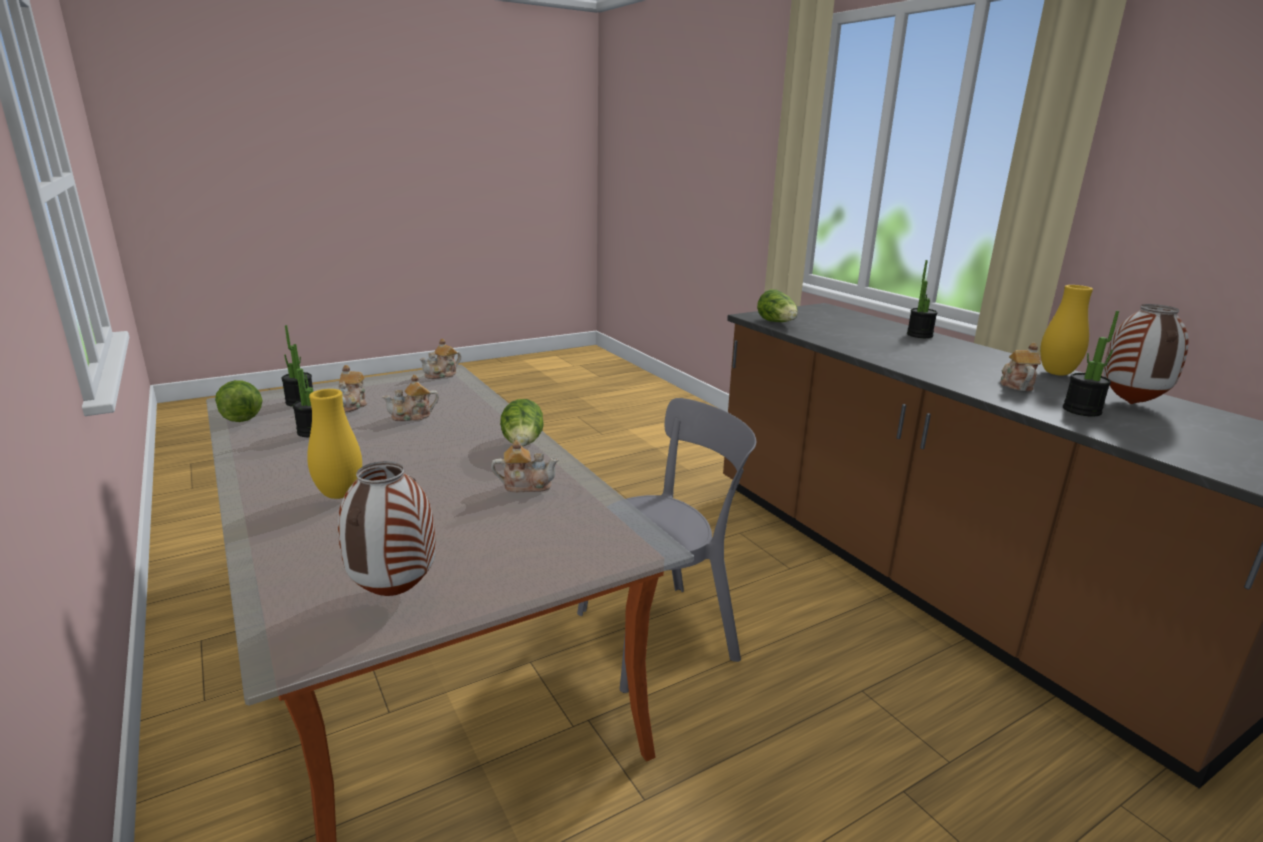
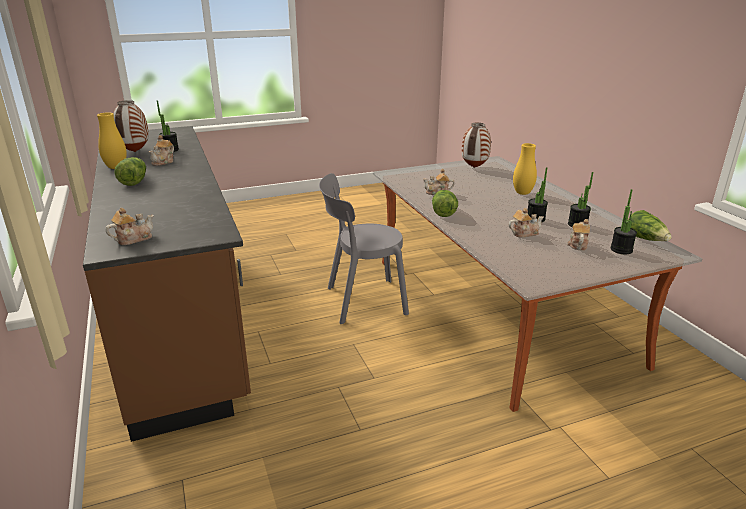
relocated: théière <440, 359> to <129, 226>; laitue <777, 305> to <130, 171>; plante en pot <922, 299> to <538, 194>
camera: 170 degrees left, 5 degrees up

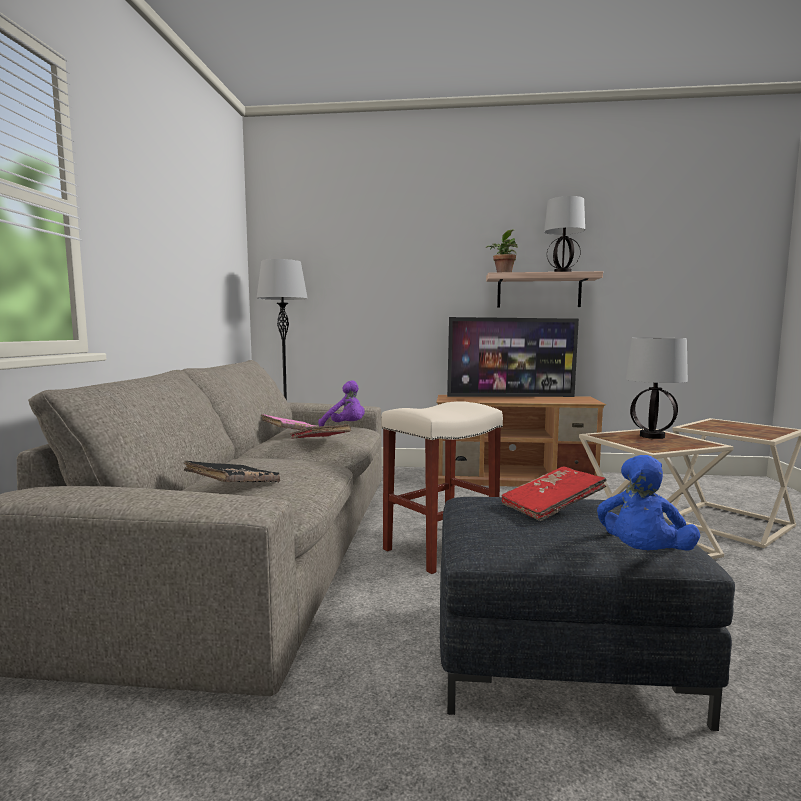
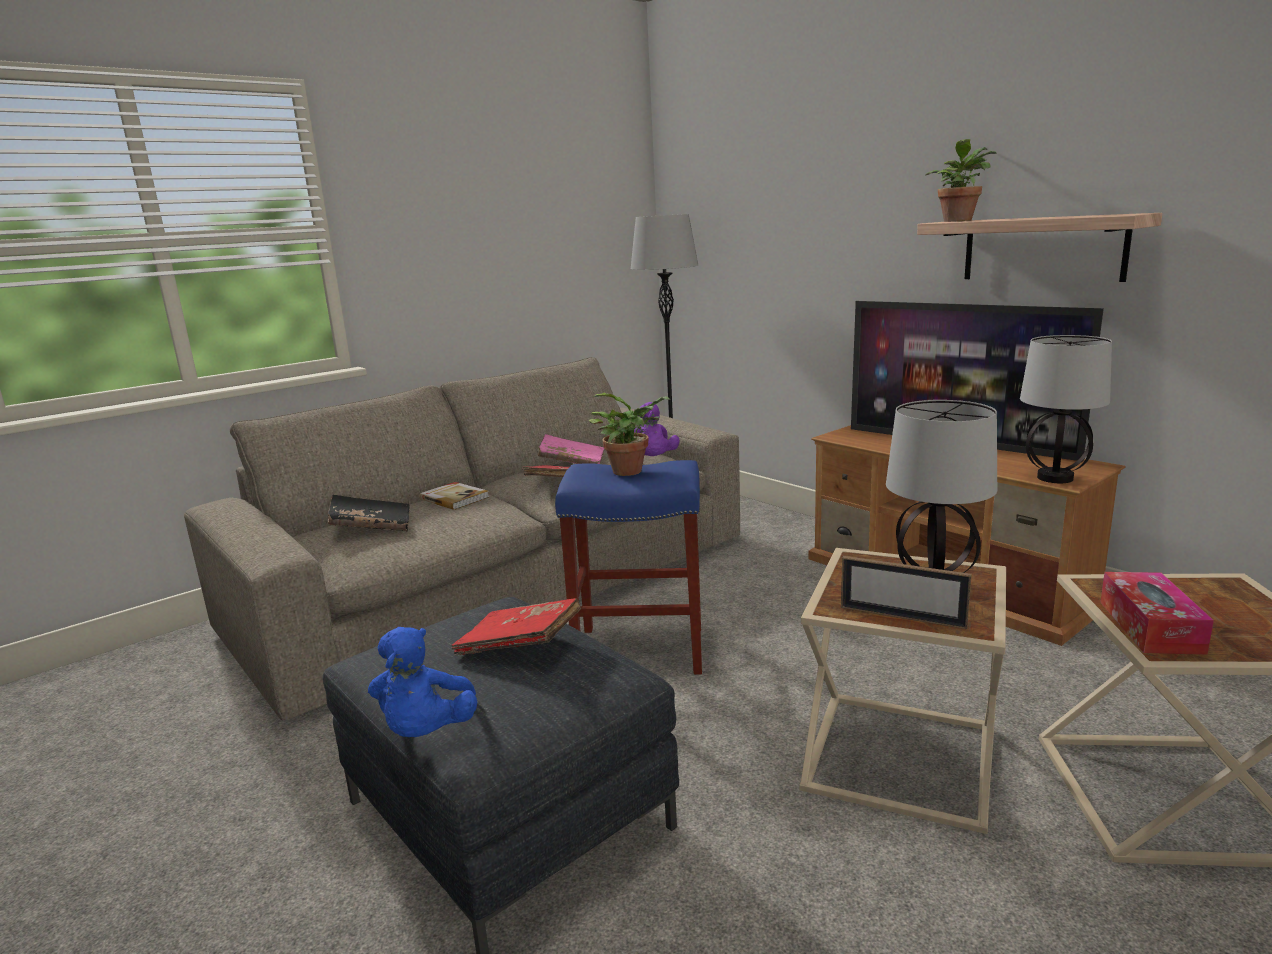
appeared: livre <454, 496>; plante en pot <629, 434>; cadre photo <906, 592>; boîte à mouchoirs <1157, 613>
relocated: lampe de table <564, 234> to <1066, 409>
colour: tabouret/beige <442, 487> to tabouret/bleu <628, 567>
spun: peluche/bleu <648, 502> = <422, 682> 75 degrees counterclockwise
camera: 45 degrees right, 10 degrees up

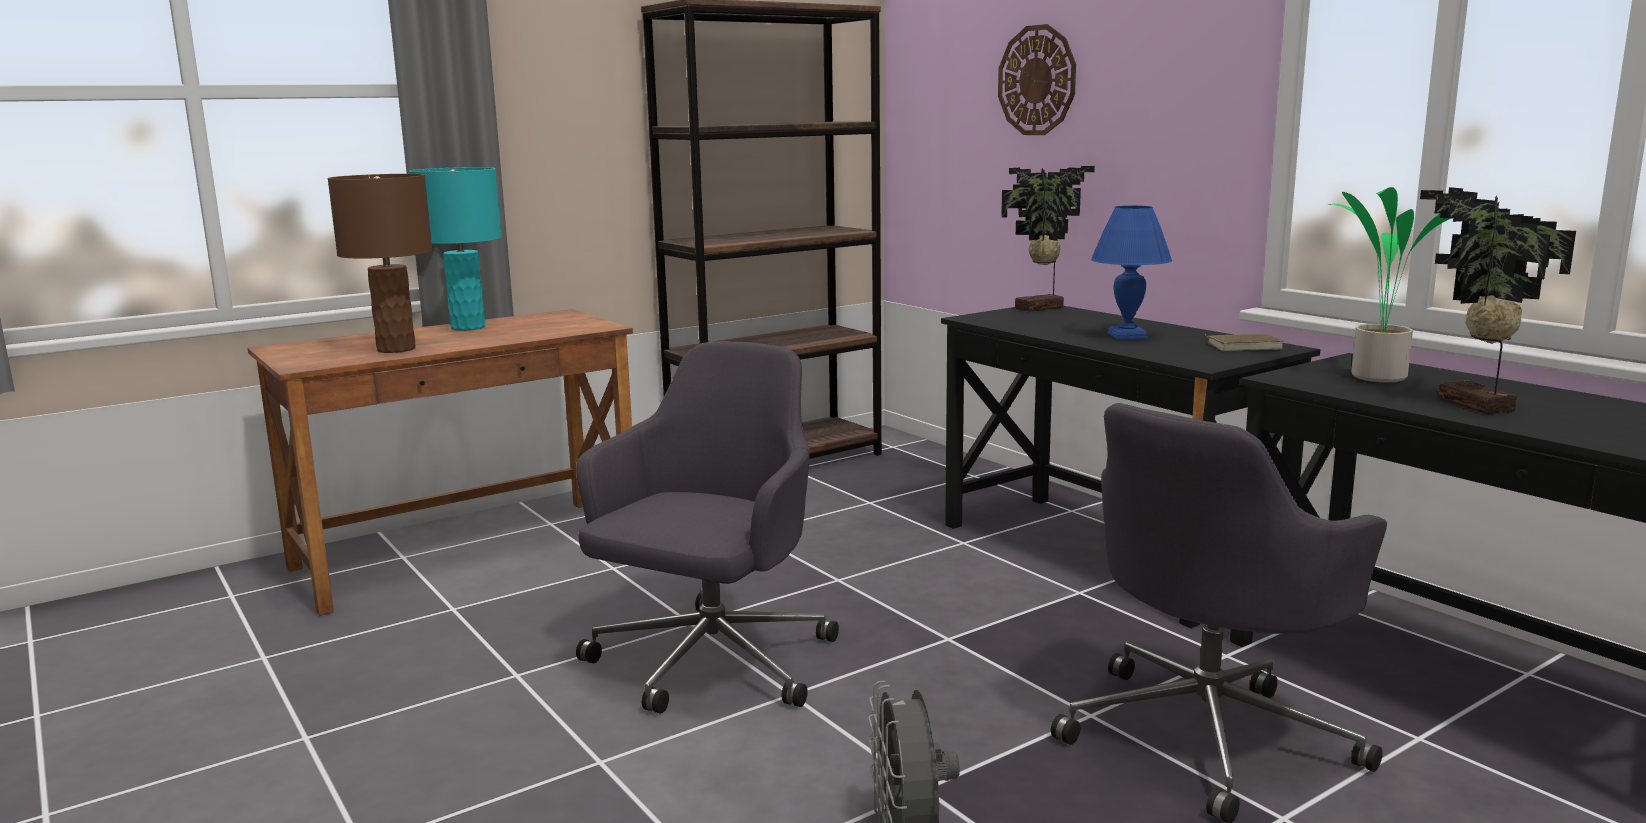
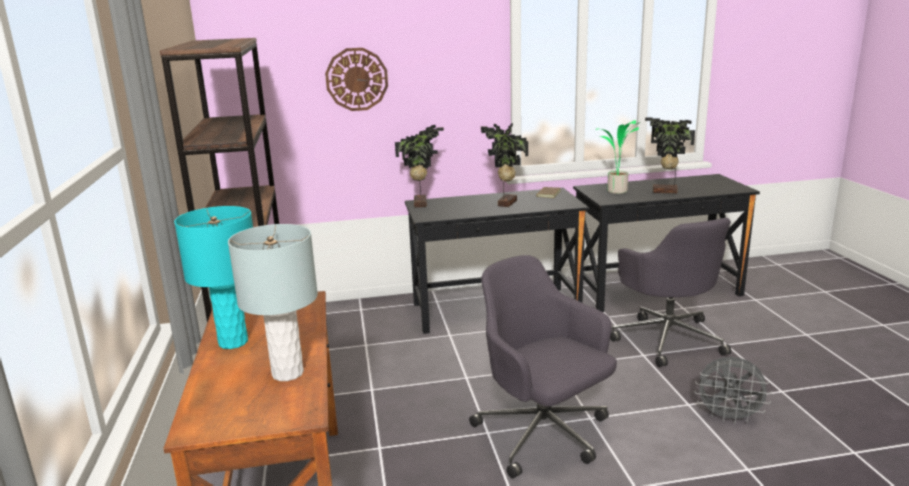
exchanged: lampe de table/bleu <1131, 272> to plante en pot <504, 165>
colour: lampe de table/marron <380, 263> to lampe de table/gris <273, 302>
camera: 65 degrees left, 5 degrees up

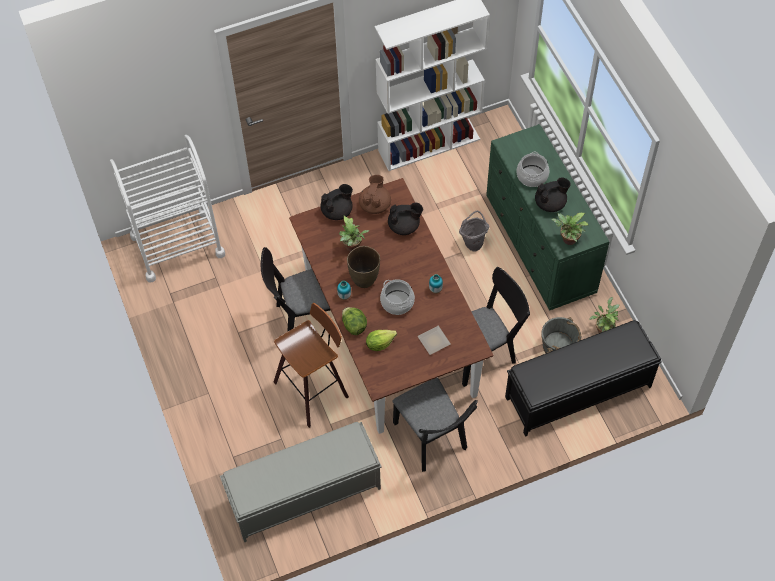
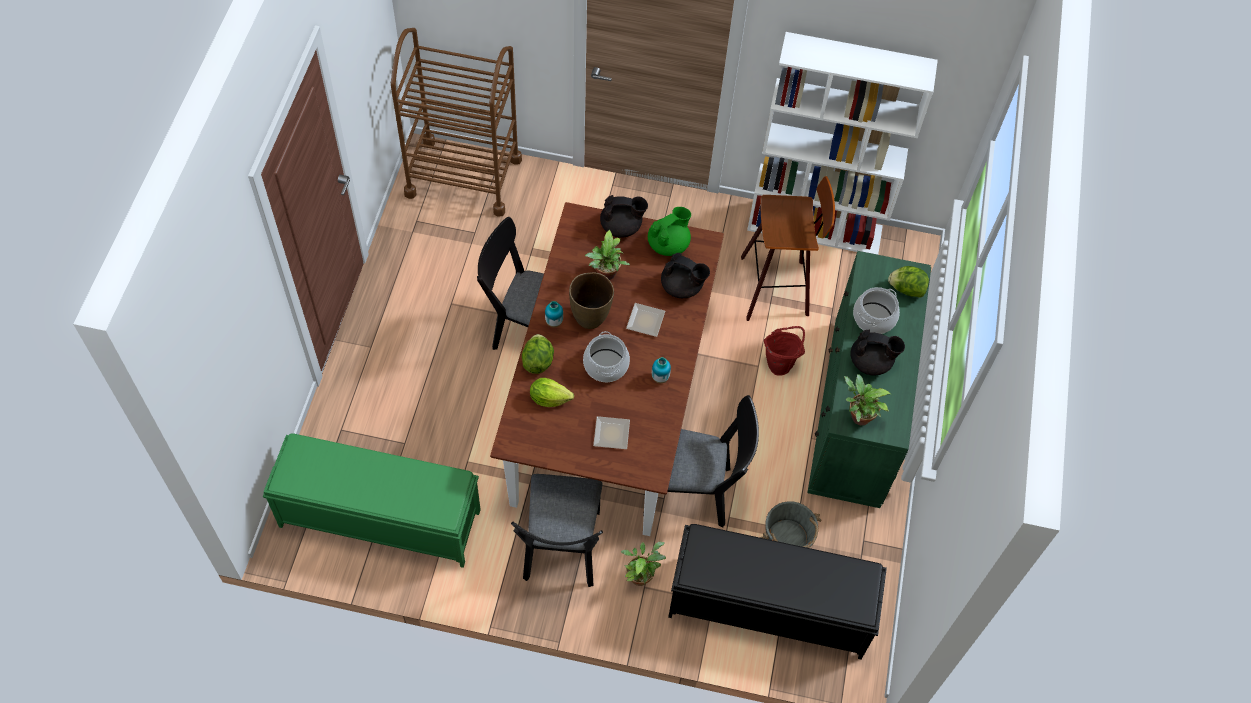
appeared: assiette <645, 320>; laitue <908, 282>
relocated: plante en pot <604, 315> to <643, 564>; tabouret <311, 365> to <788, 248>
colour: banc/gris <301, 482> to banc/vert <372, 501>; chariot/blanc <167, 208> to chariot/marron <456, 122>; théière/marron <375, 194> to théière/vert <669, 231>; seau/gris <474, 231> to seau/rouge <784, 351>
camera: 30 degrees right, 0 degrees up

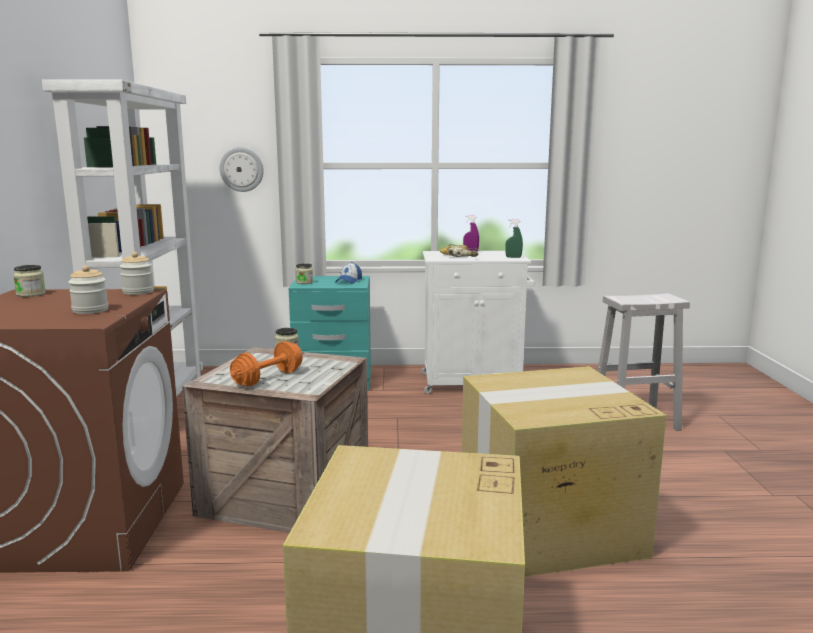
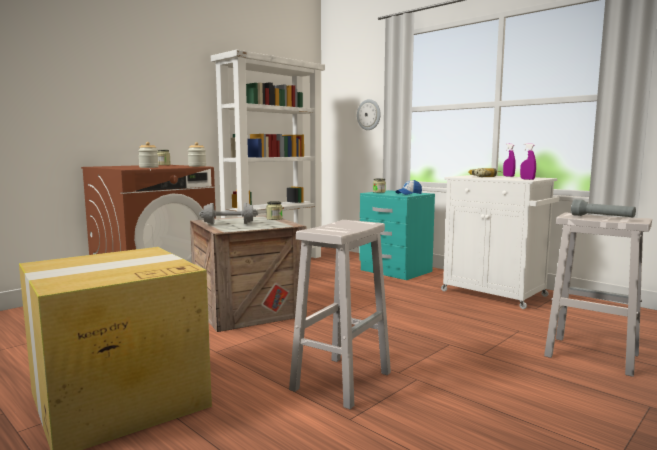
appeared: lampe de poche/gris <603, 208>
exchanged: carton <564, 471> to tabouret/blanc <340, 314>
colour: haltère/orange <266, 364> to haltère/gris <228, 213>; vaporisateur/vert <514, 238> to vaporisateur/violet <528, 161>
camera: 45 degrees right, 5 degrees down

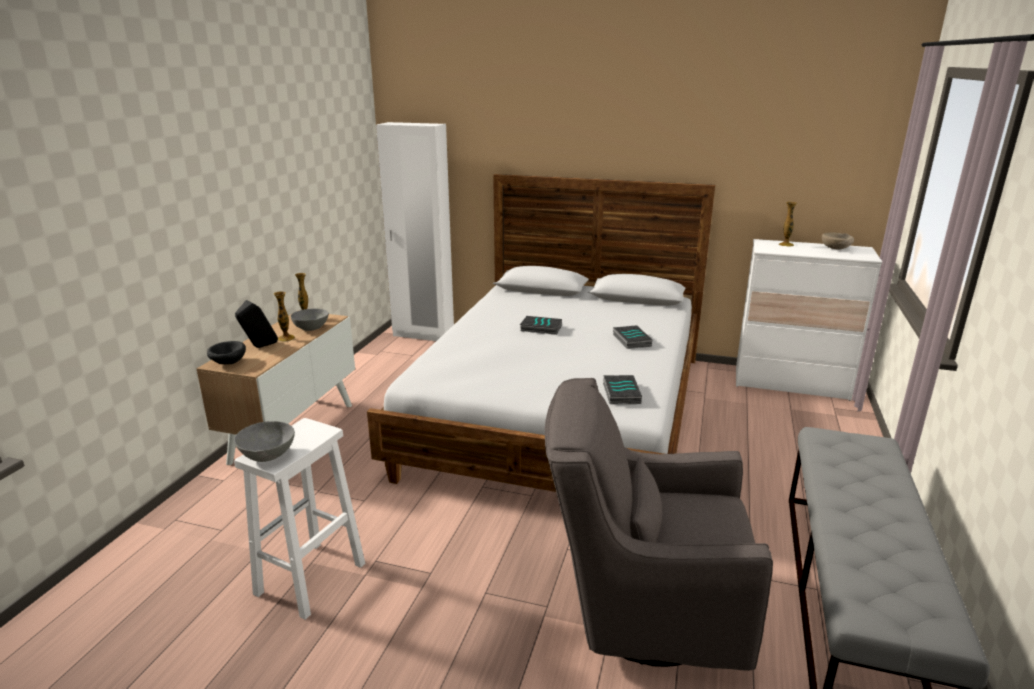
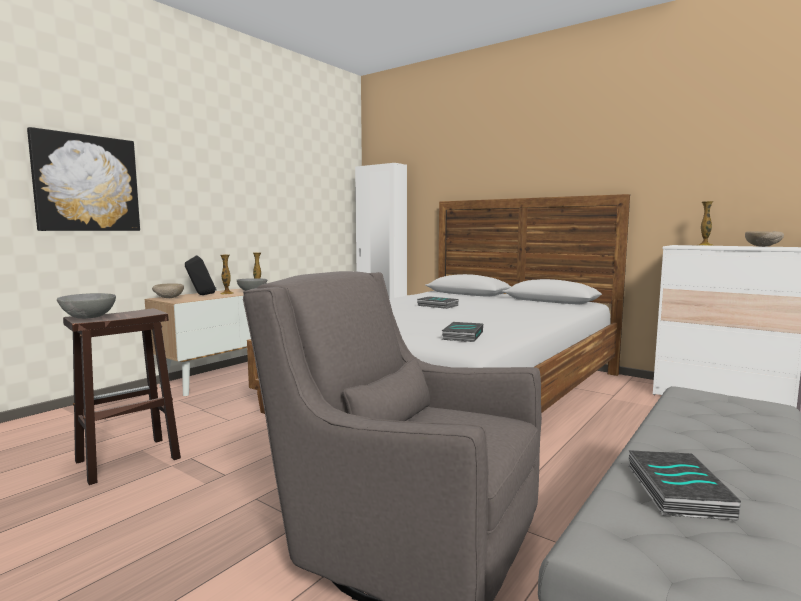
appeared: tableau <83, 179>
relocated: livre <632, 337> to <684, 485>
colour: tabouret/blanc <299, 519> to tabouret/marron <122, 396>; bol/noir <226, 352> to bol/beige <168, 291>
camera: 20 degrees right, 15 degrees down

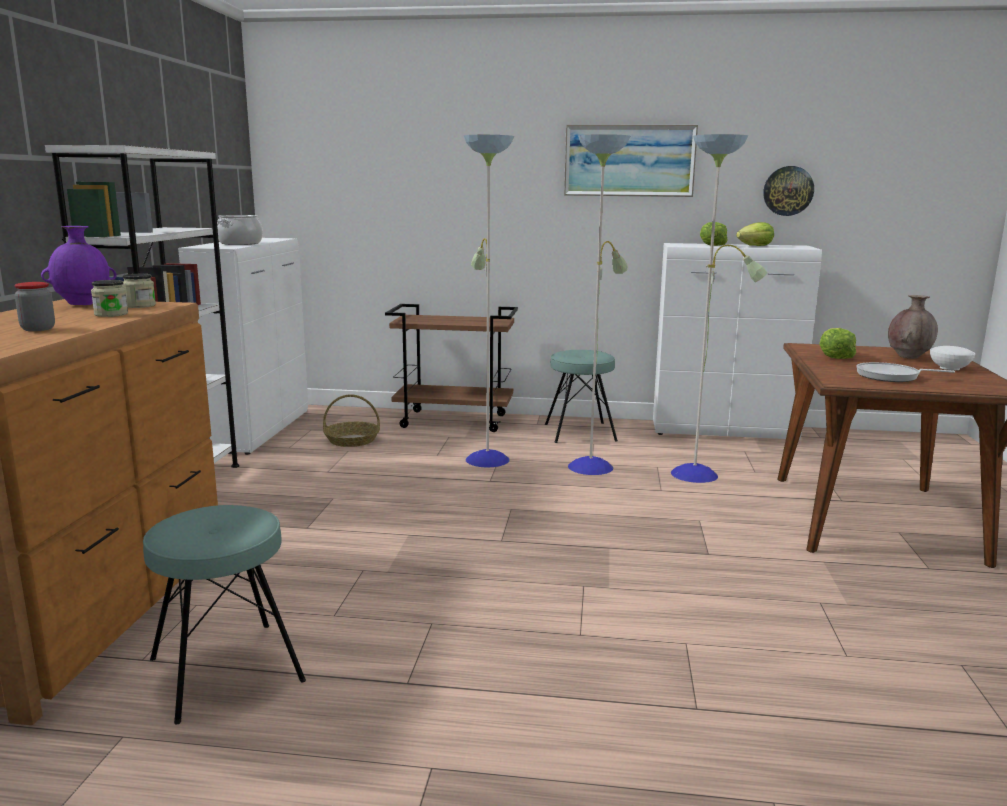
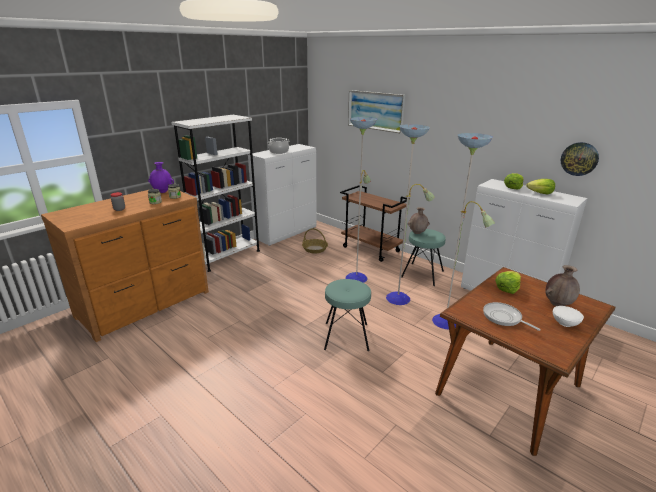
appeared: vase/marron <418, 220>
relocated: tabouret/turquoise <224, 614> to <347, 315>; tableau <631, 161> to <376, 111>
camera: 35 degrees right, 10 degrees up

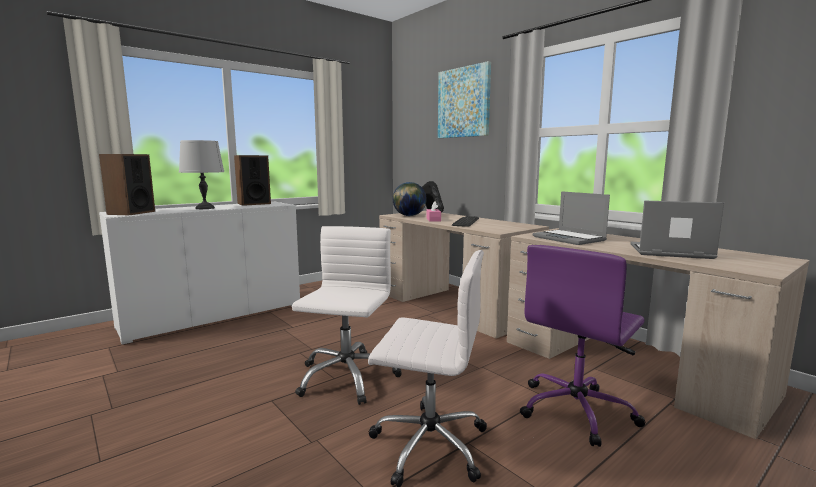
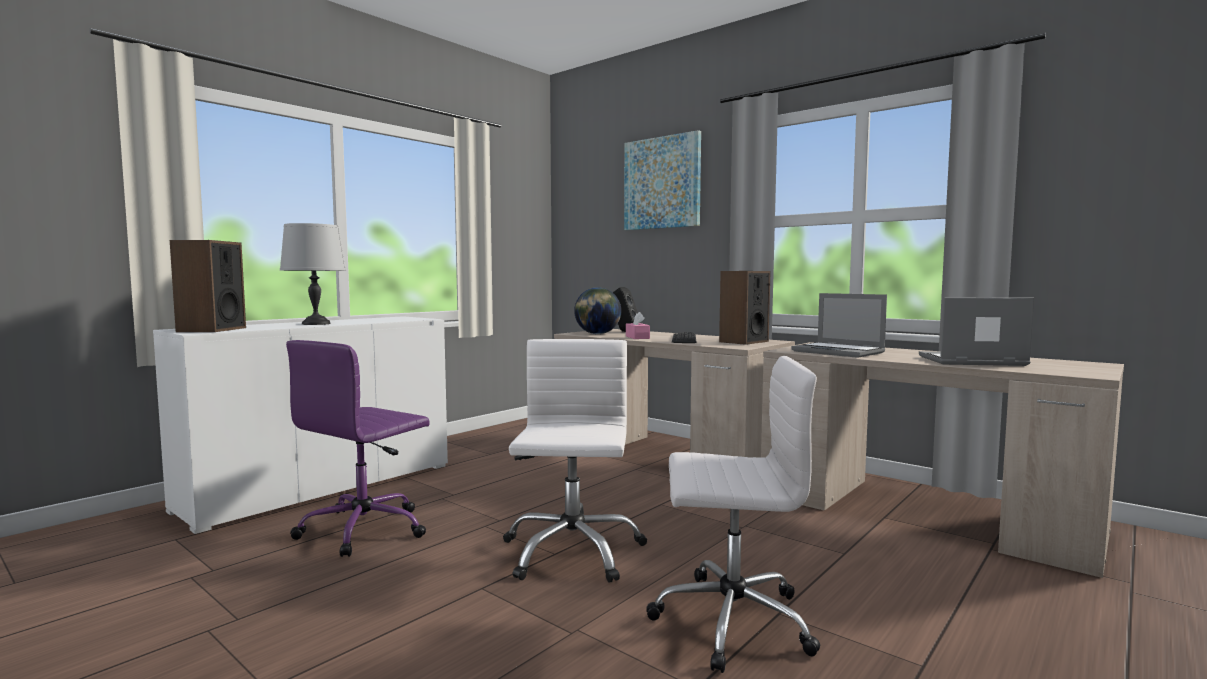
relocated: chaise de bureau/violet <583, 346> to <358, 448>; enceinte <252, 180> to <745, 308>
camera: 10 degrees left, 5 degrees down

